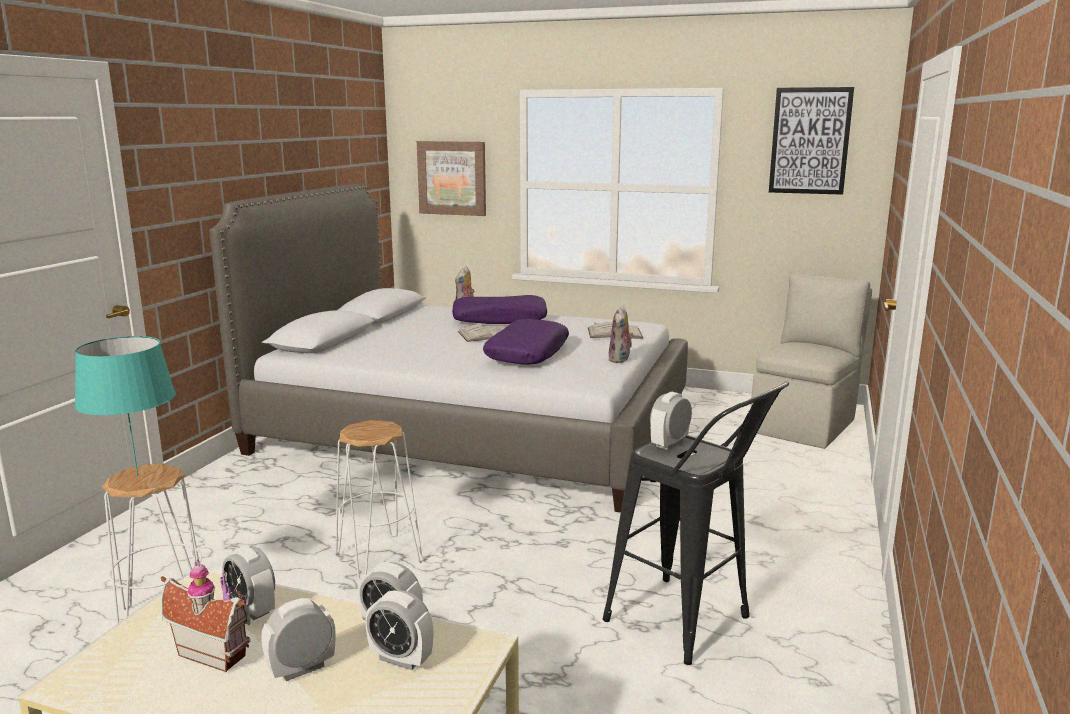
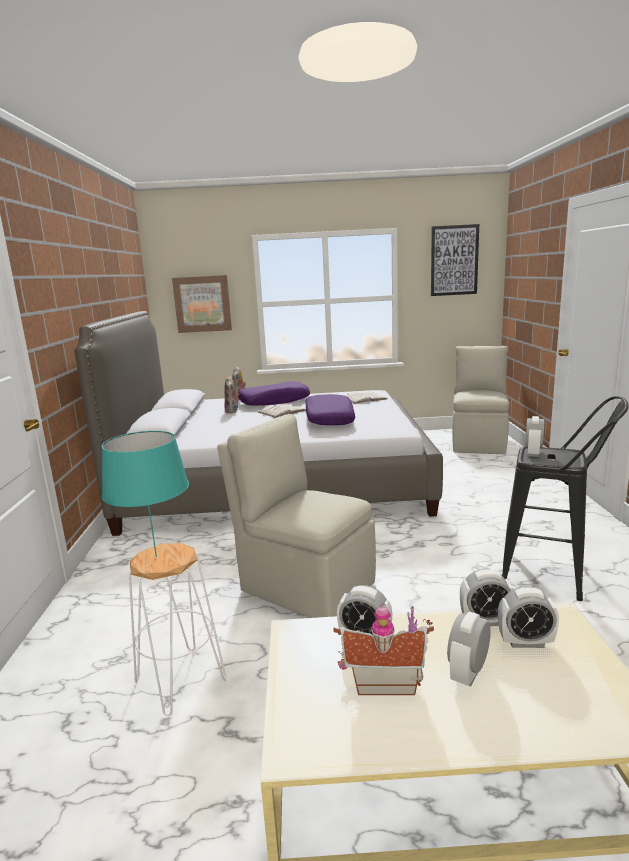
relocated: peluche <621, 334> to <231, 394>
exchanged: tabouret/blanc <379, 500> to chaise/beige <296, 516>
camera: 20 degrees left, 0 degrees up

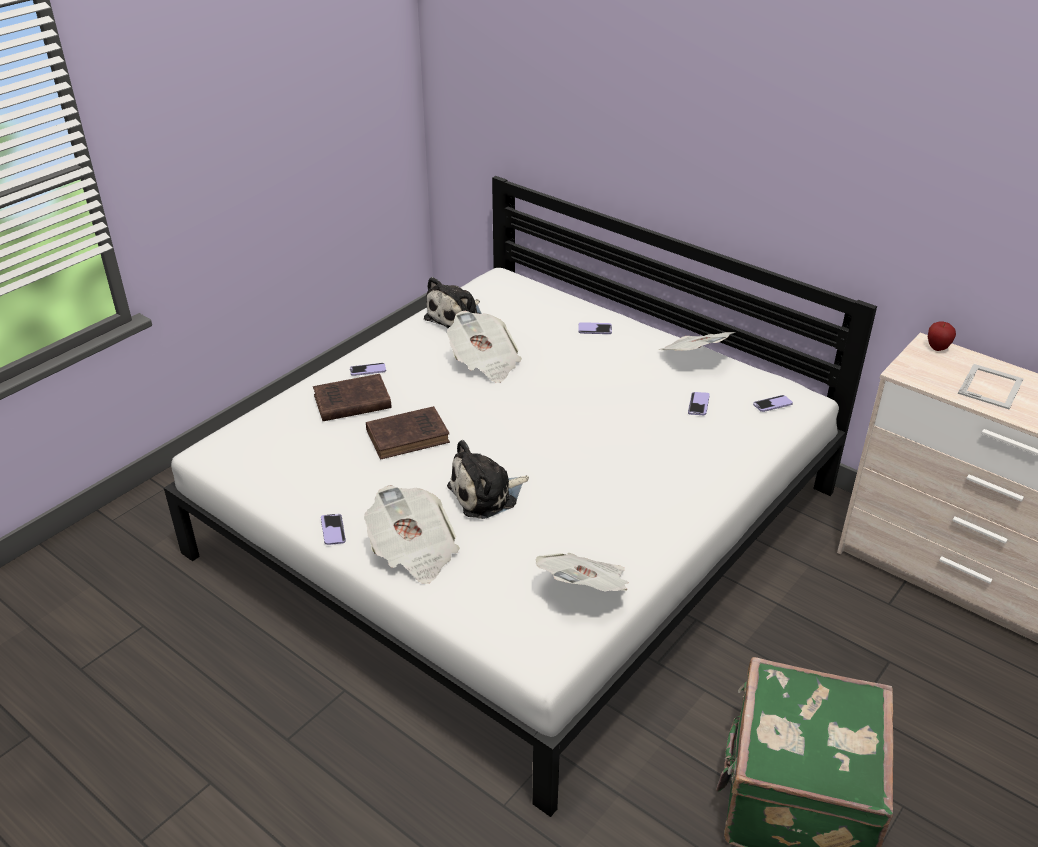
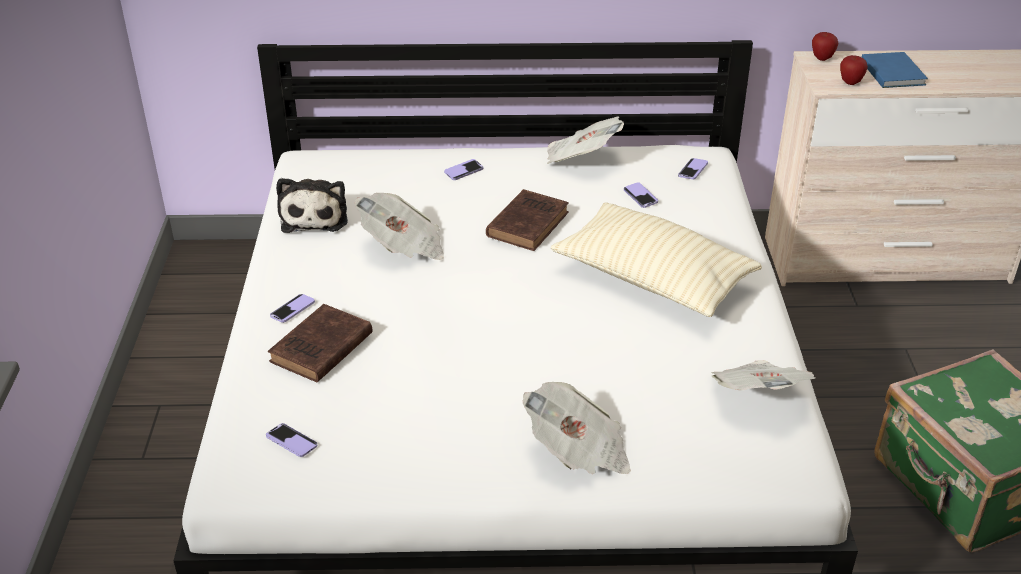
missing: peluche <488, 479>
appeared: coussin/beige <656, 259>; pomme <854, 70>
relocated: téléphone <333, 529> to <291, 440>; livre/marron <408, 433> to <527, 220>
exchanged: cadre photo <991, 386> to livre/bleu <895, 70>
camera: 40 degrees left, 0 degrees up

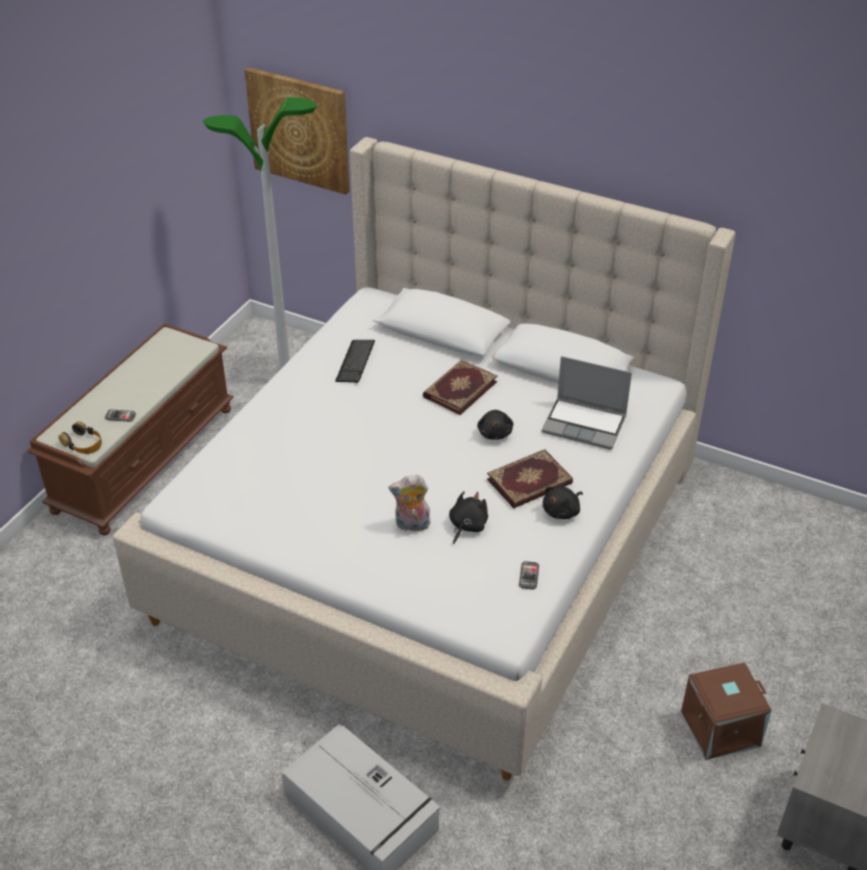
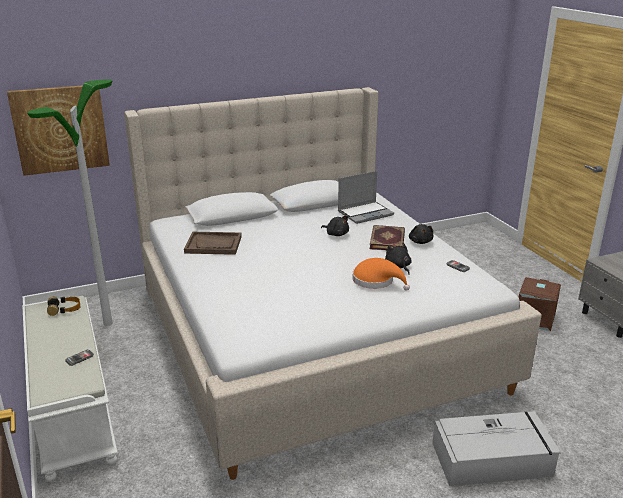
missing: livre <460, 387>
relocated: casque audio <80, 437> to <63, 306>
exchanged: clavier <355, 361> to plateau/marron <213, 243>; peluche <410, 503> to chapeau/orange <381, 274>
colour: banc/marron <130, 429> to banc/blanc <70, 389>
camera: 50 degrees left, 15 degrees down

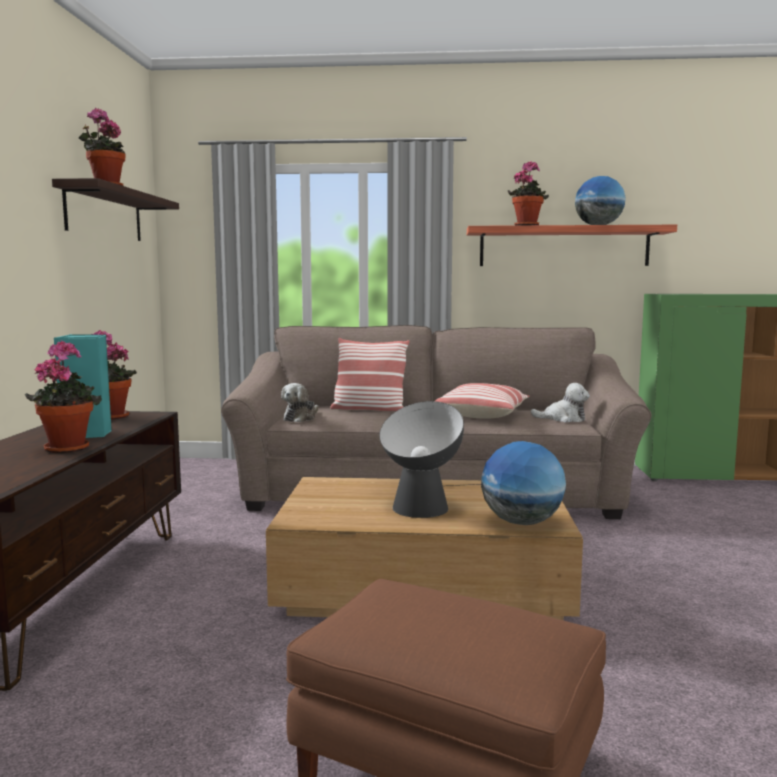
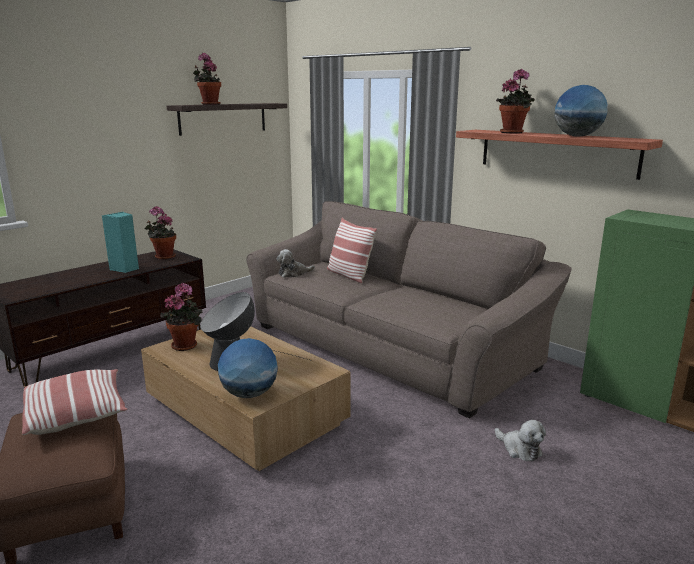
relocated: coussin <482, 401> to <74, 402>; plante en pot <63, 396> to <181, 317>; peluche <560, 402> to <520, 440>
camera: 40 degrees right, 10 degrees up

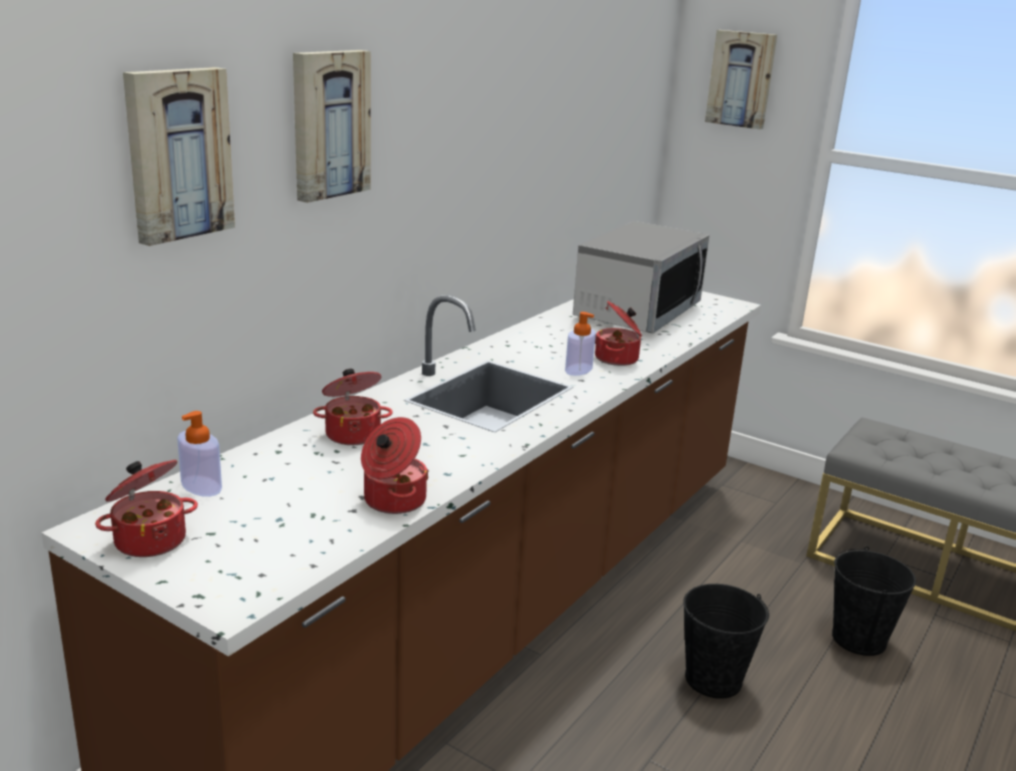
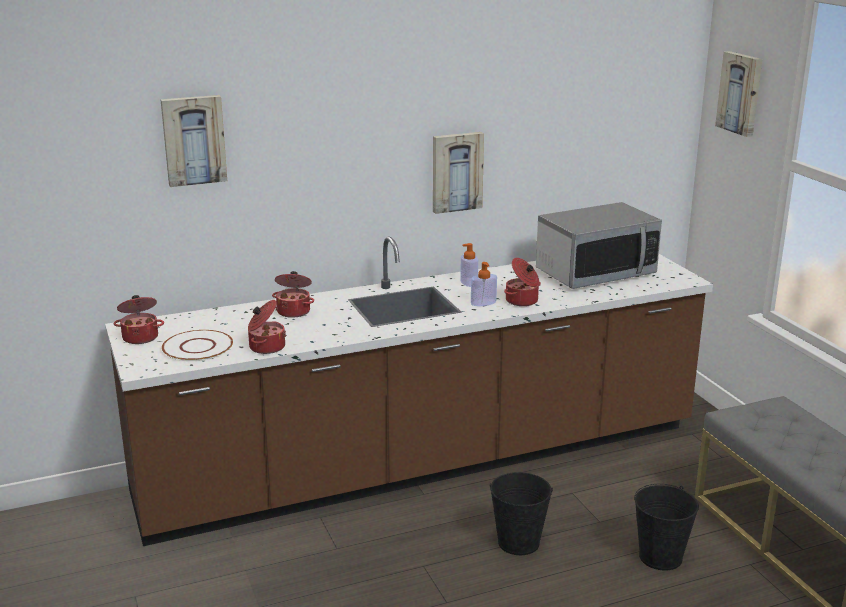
appeared: assiette/blanc <197, 345>
relocated: tableau <332, 126> to <458, 173>; distributeur de savon <199, 454> to <469, 265>
camera: 35 degrees right, 0 degrees up

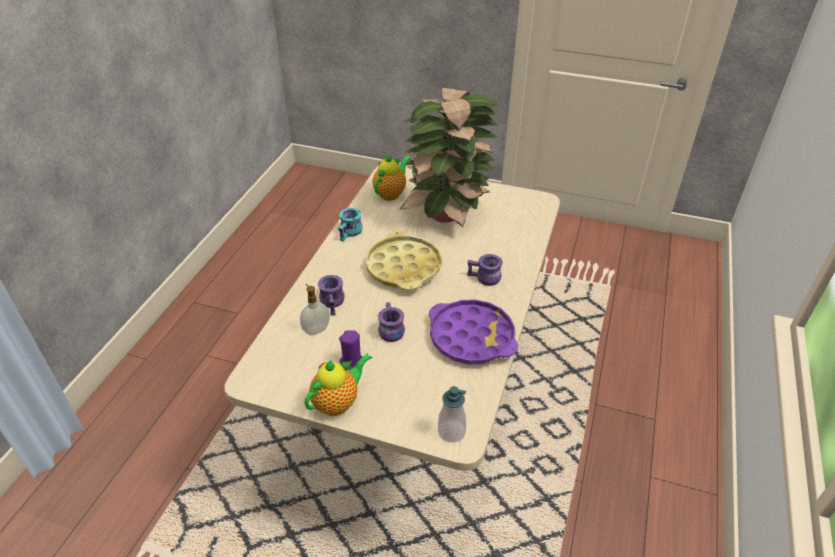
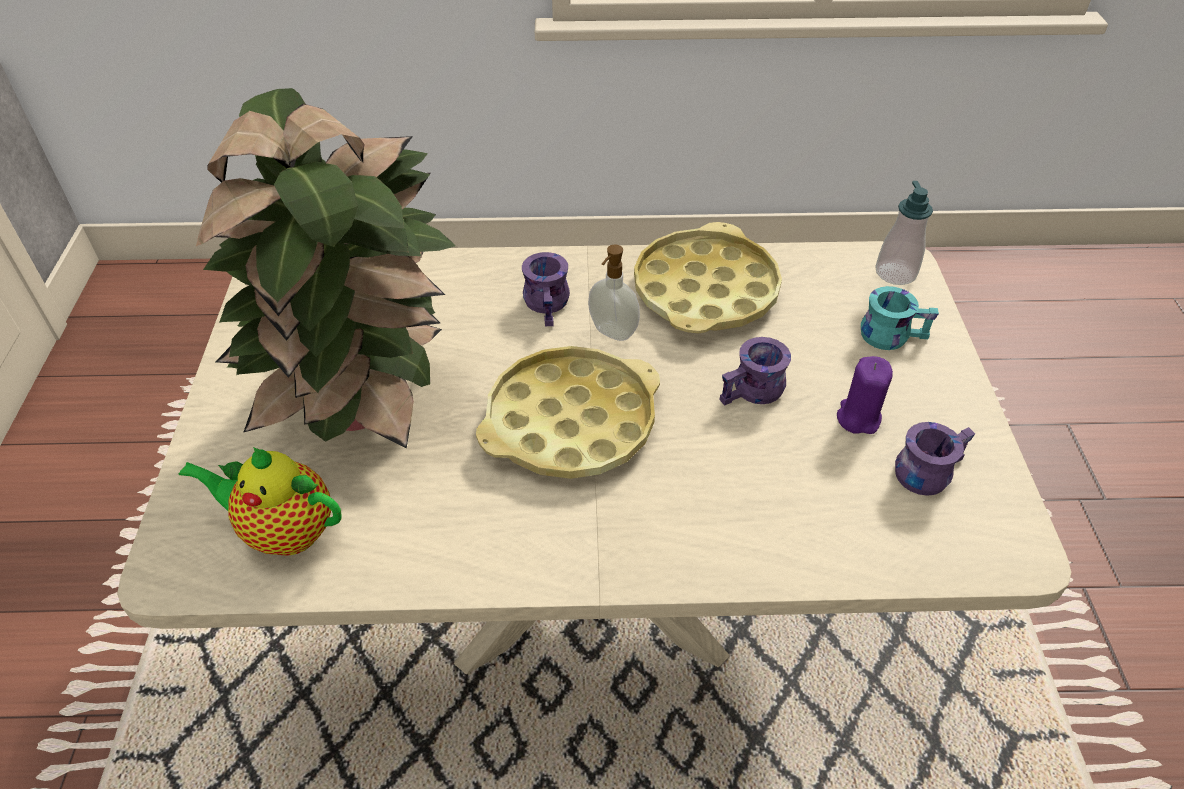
missing: théière <338, 384>
relocated: distributeur de savon <315, 309> to <614, 293>; mug/turquoise <350, 225> to <900, 318>; mug/violet <331, 295> to <935, 459>
colour: plateau/violet <473, 331> to plateau/jaune <708, 277>
camera: 110 degrees left, 5 degrees up

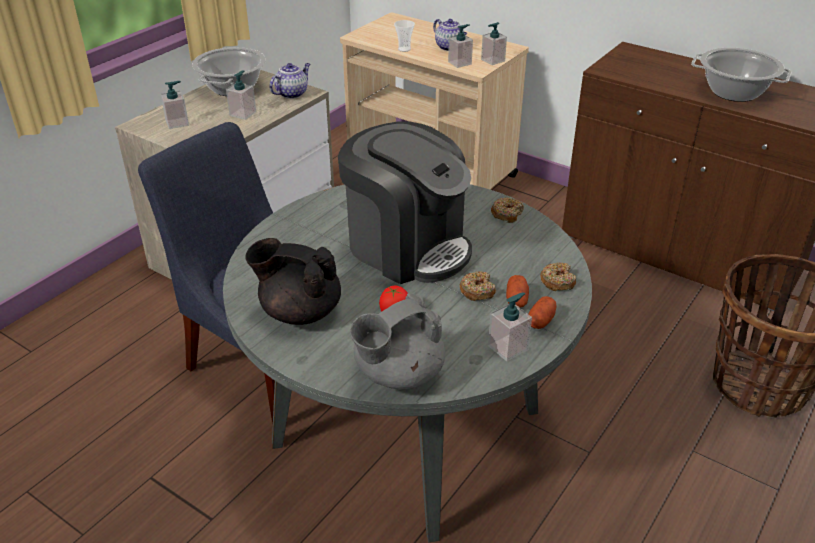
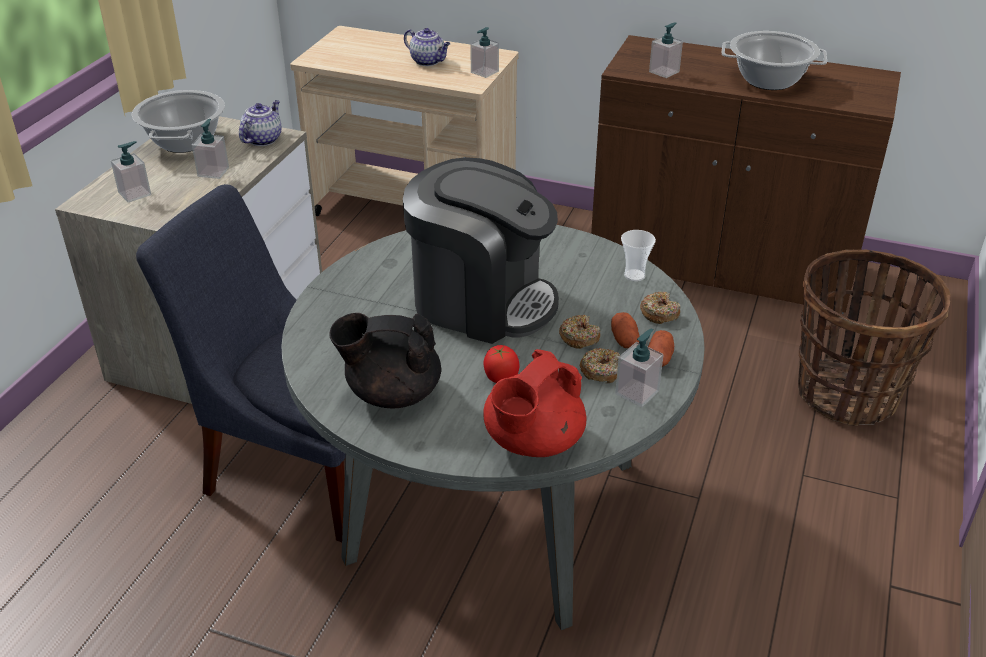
relocated: beignet <507, 210> to <599, 365>; tasse <404, 36> to <638, 255>; distributeur de savon <460, 46> to <666, 50>
colour: théière/gris <397, 341> to théière/rouge <534, 403>
camera: 15 degrees left, 0 degrees up

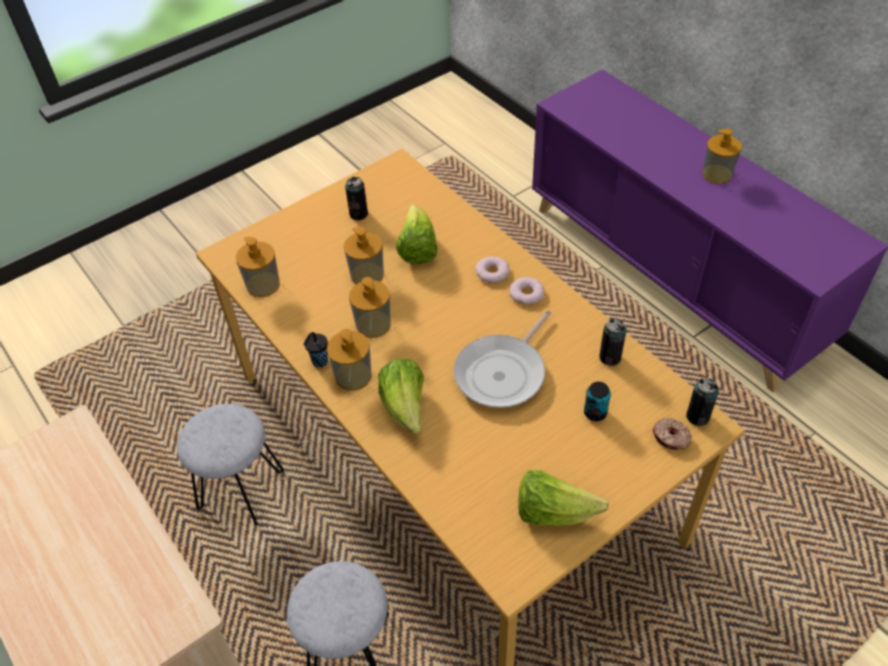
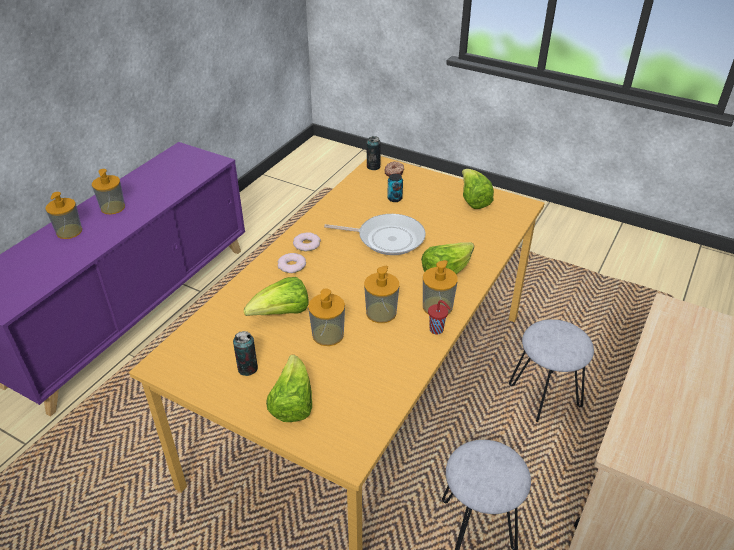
missing: boîte métallique <613, 342>
appeared: laitue <289, 388>
relocated: distributeur de savon <258, 267> to <63, 215>
colour: tasse/noir <315, 349> to tasse/rouge <439, 317>
camera: 115 degrees left, 10 degrees down

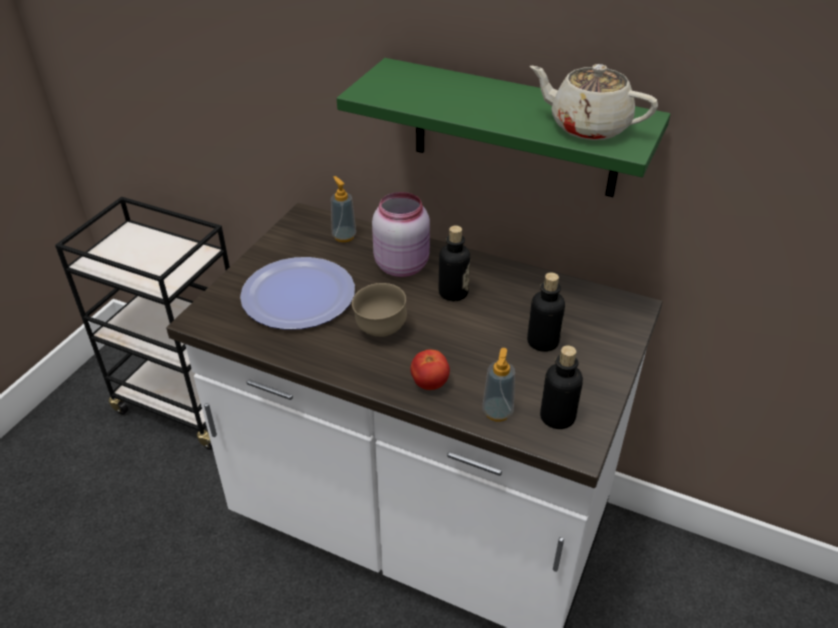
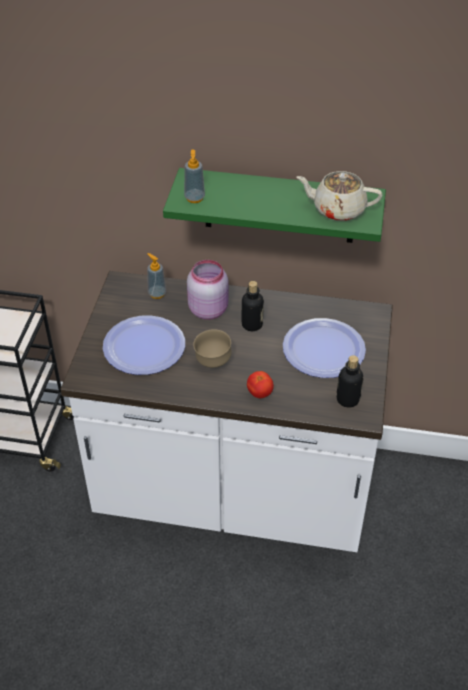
relocated: distributeur de savon <498, 385> to <194, 176>
exchanged: bouteille <546, 312> to assiette <324, 348>
camera: 15 degrees left, 5 degrees up

